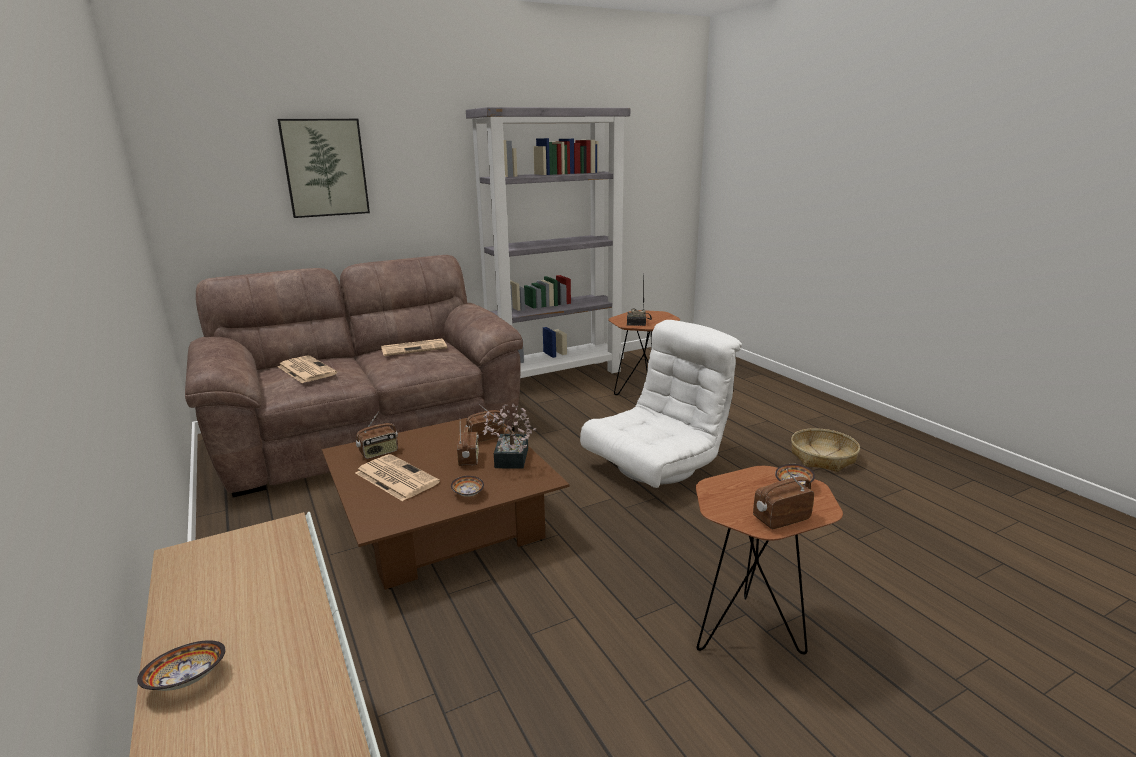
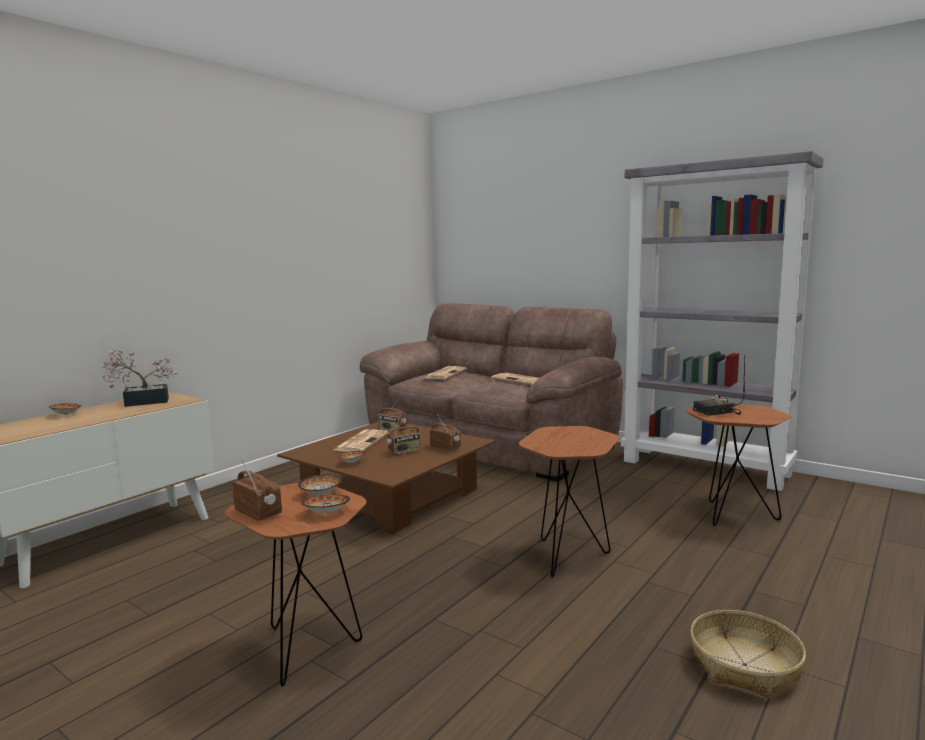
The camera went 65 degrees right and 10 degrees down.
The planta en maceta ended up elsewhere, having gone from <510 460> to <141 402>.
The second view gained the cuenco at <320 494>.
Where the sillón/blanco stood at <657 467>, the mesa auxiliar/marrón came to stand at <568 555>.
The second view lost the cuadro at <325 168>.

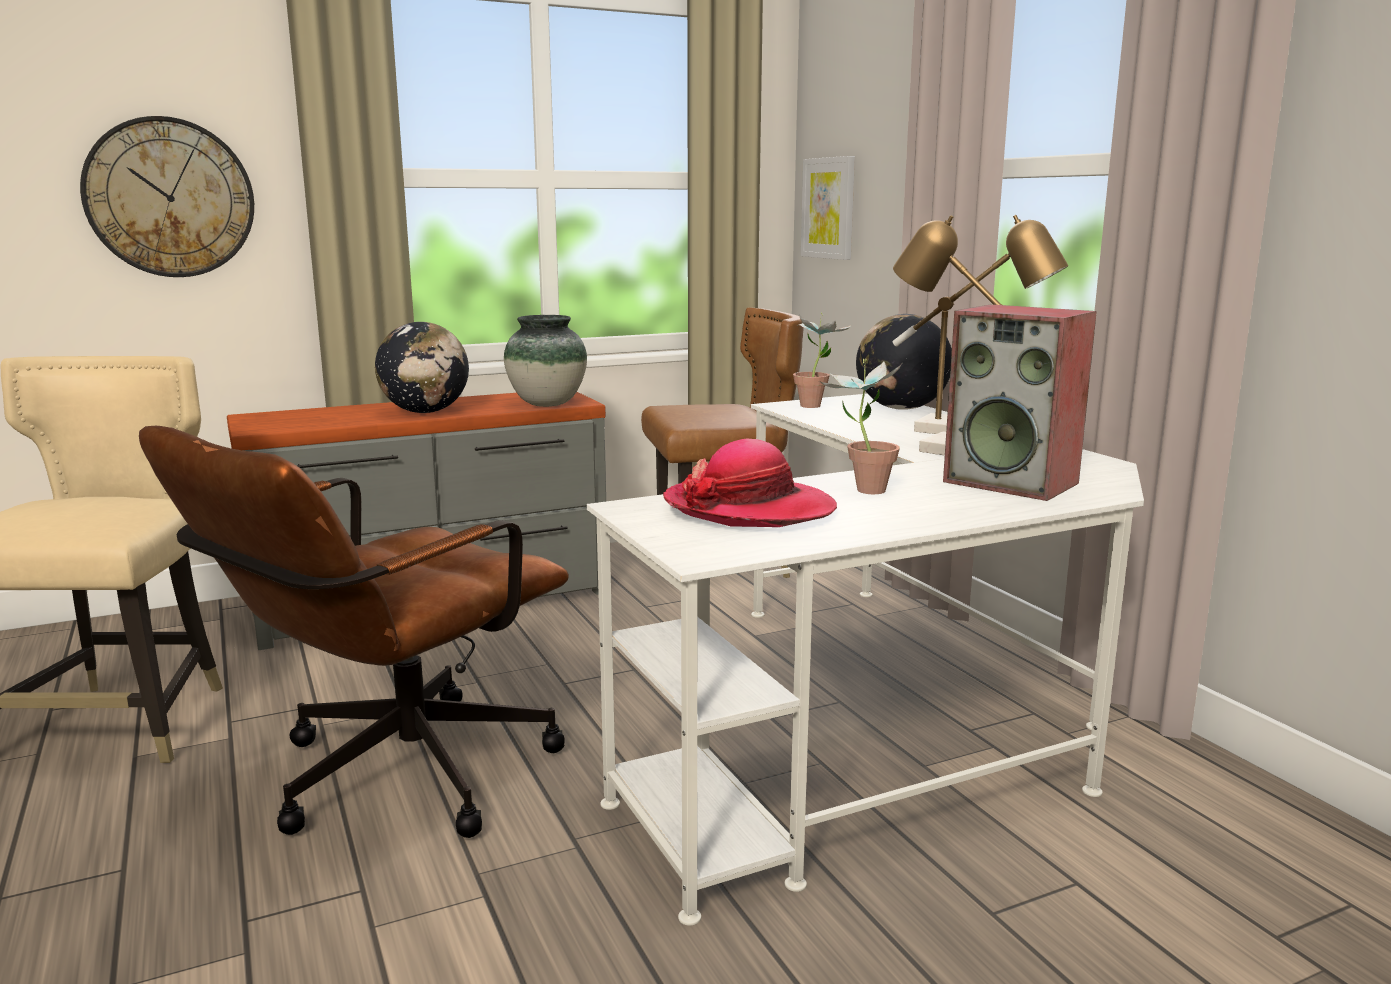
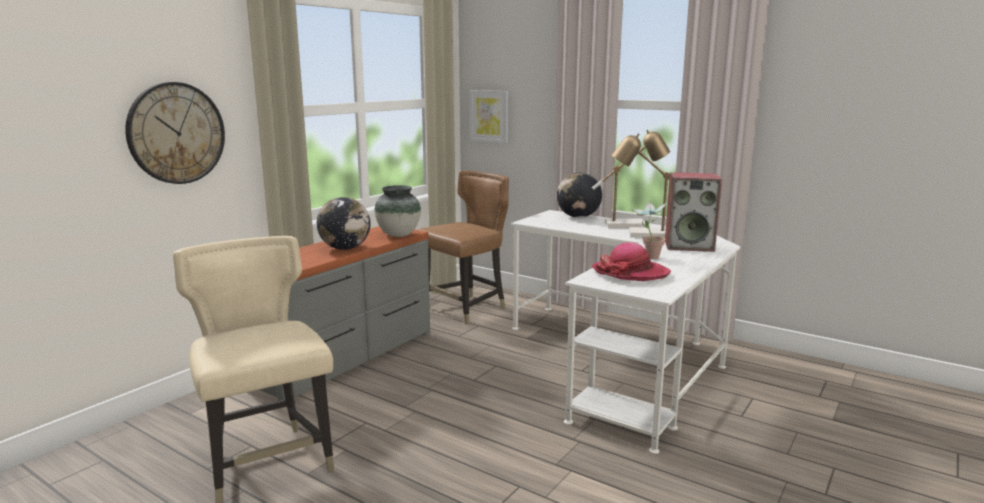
The camera went 30 degrees left and 0 degrees up.
The second view lost the silla de oficina/marrón at <391 780>.
The second view lost the planta en maceta at <817 405>.

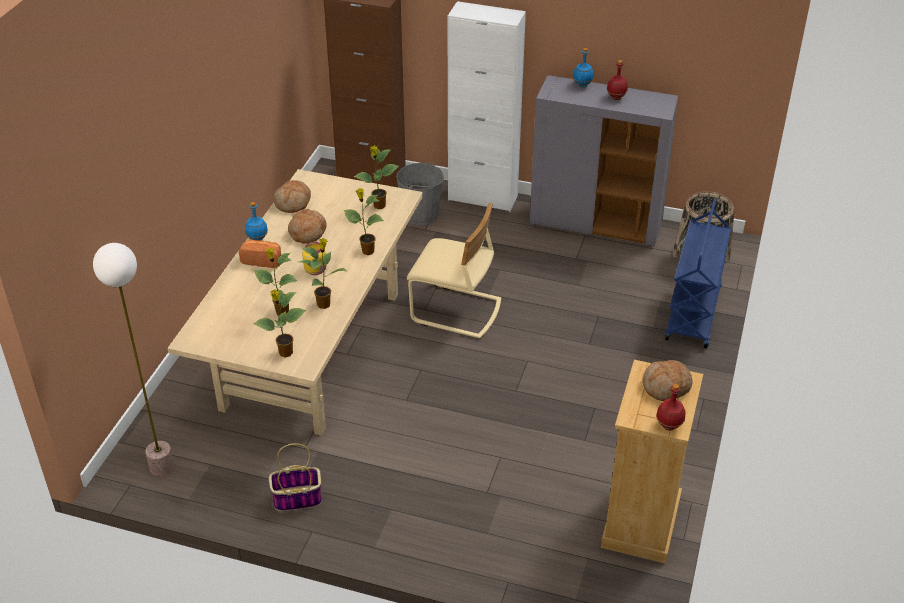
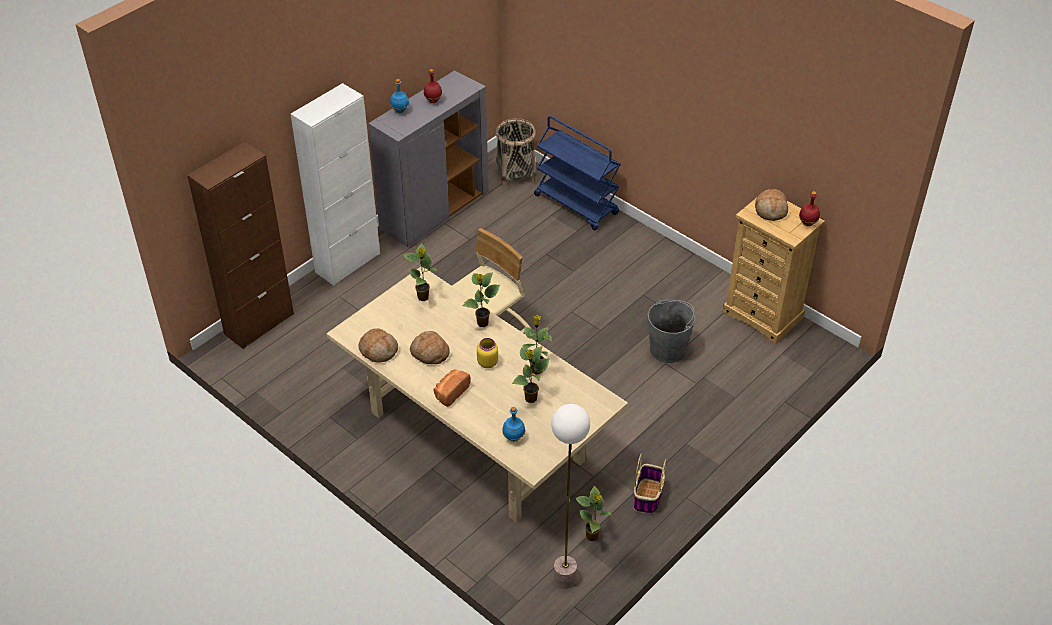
The camera went 65 degrees left and 5 degrees up.
The botella/azul ended up elsewhere, having gone from <257 239> to <513 438>.
The planta en maceta ended up elsewhere, having gone from <285 353> to <592 537>.
The cubo/gris ended up elsewhere, having gone from <421 215> to <668 349>.

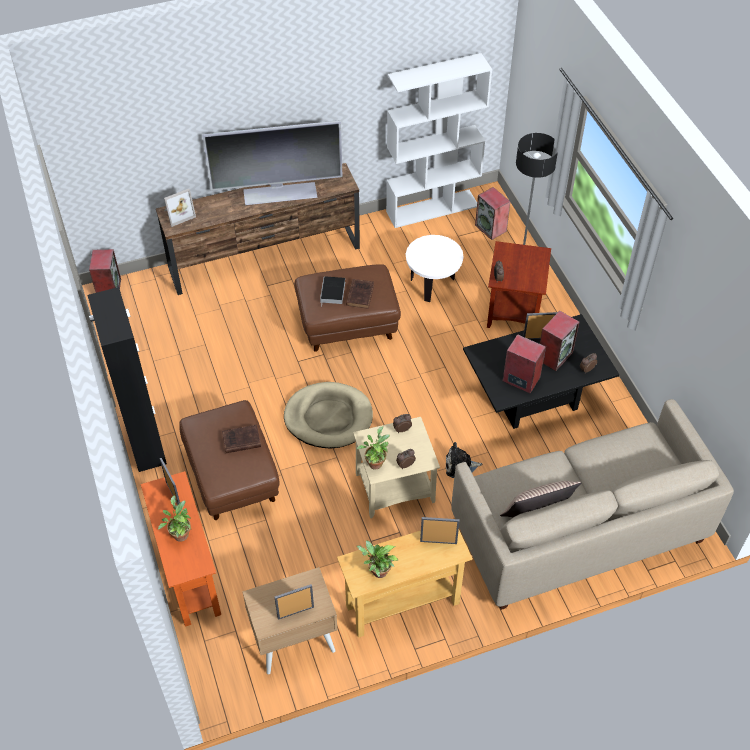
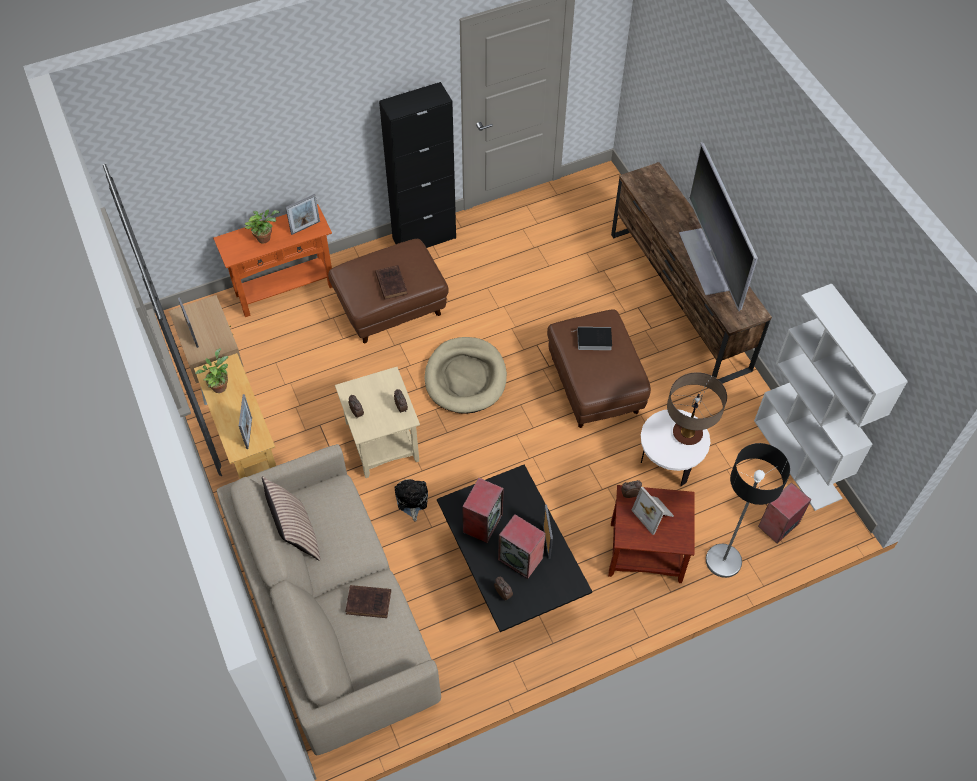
The camera went 85 degrees right and 5 degrees up.
The libro/marrón ended up elsewhere, having gone from <360 294> to <370 602>.
The portarretratos ended up elsewhere, having gone from <178 214> to <654 514>.
The second view gained the lámpara de mesa at <687 433>.
The second view lost the altavoz at <109 288>.
The second view lost the planta en maceta at <375 462>.

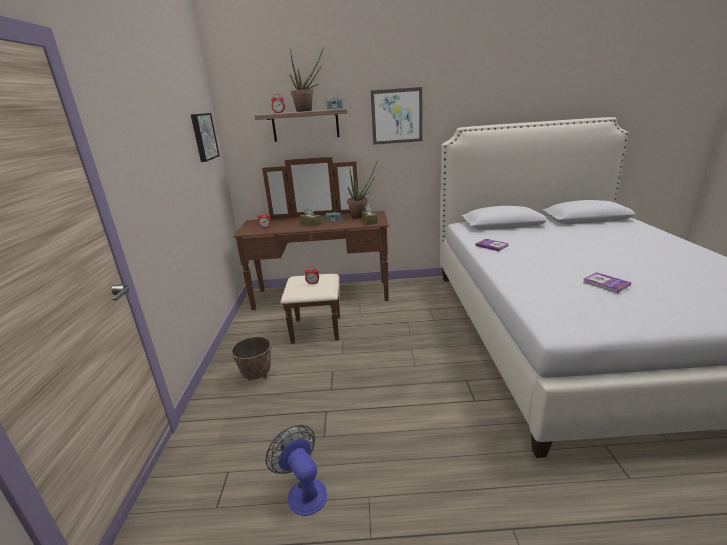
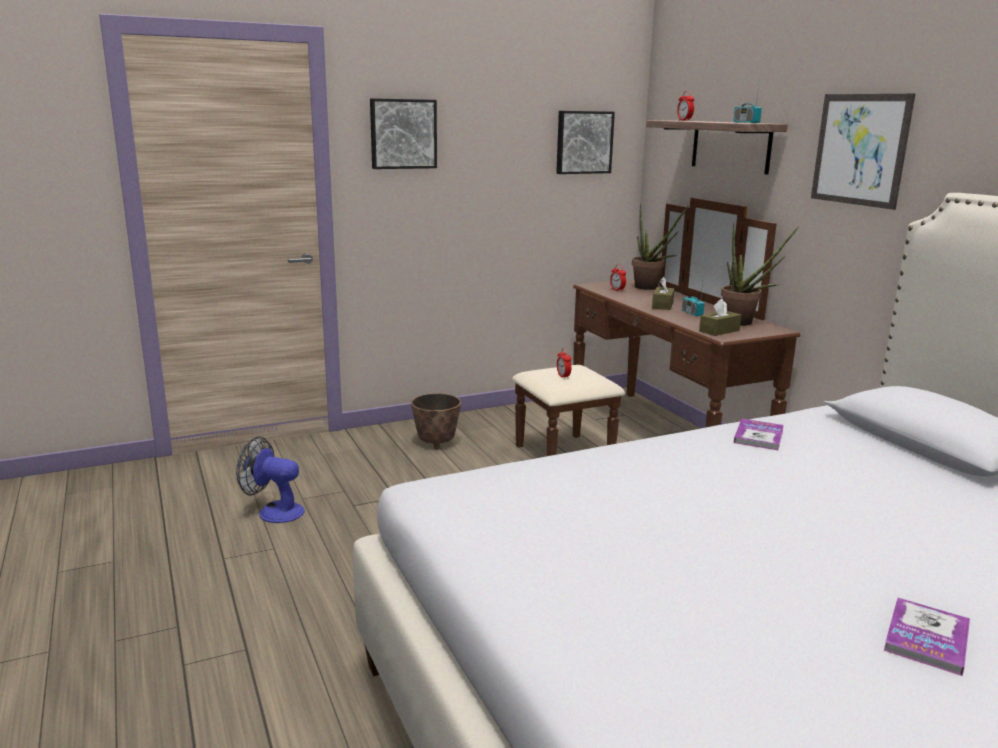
The camera went 65 degrees right and 5 degrees down.
The ventilador at <303 491> ended up facing another way, 105 degrees counterclockwise from before.
The second view gained the cuadro at <403 134>.
The planta en maceta ended up elsewhere, having gone from <307 111> to <650 288>.
The libro ended up elsewhere, having gone from <606 283> to <926 638>.

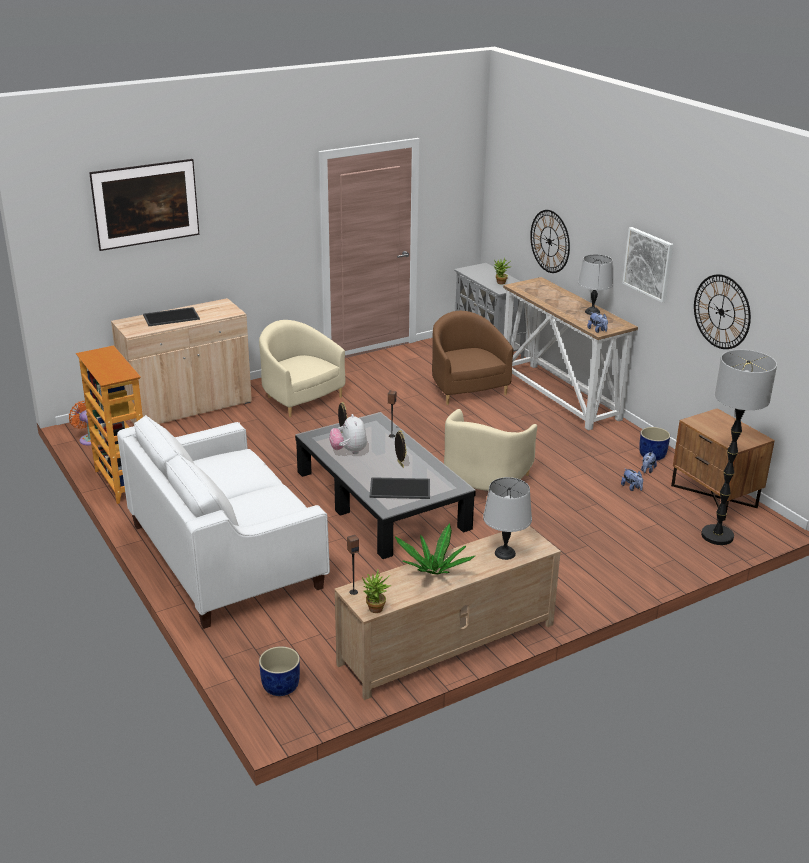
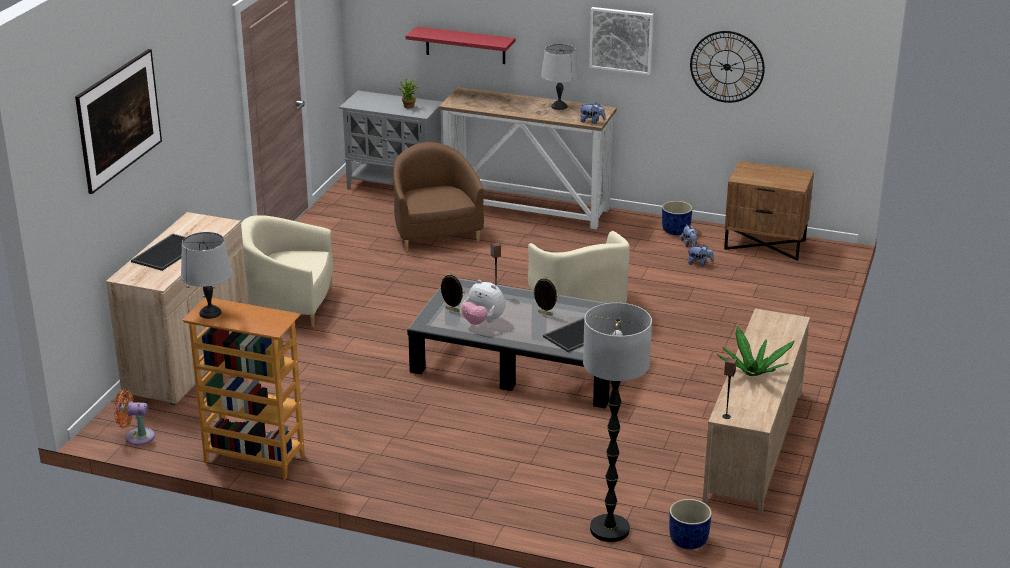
The camera went 40 degrees left and 0 degrees up.
The lámpara de mesa/gris ended up elsewhere, having gone from <504 553> to <209 313>.
The sillón/marrón at <466 388> ended up facing another way, 45 degrees clockwise from before.
Where the reloj de pared hung at <549 241>, the estante/rojo came to hang at <465 45>.
The lámpara de pie ended up elsewhere, having gone from <717 536> to <609 529>.
The second view lost the sofá/blanco at <225 556>.
The second view lost the planta en maceta at <375 610>.

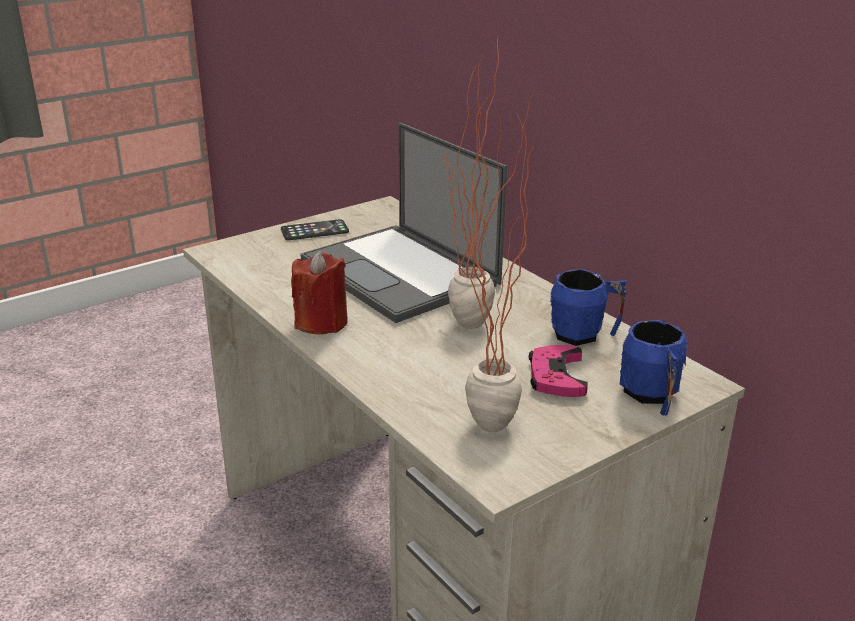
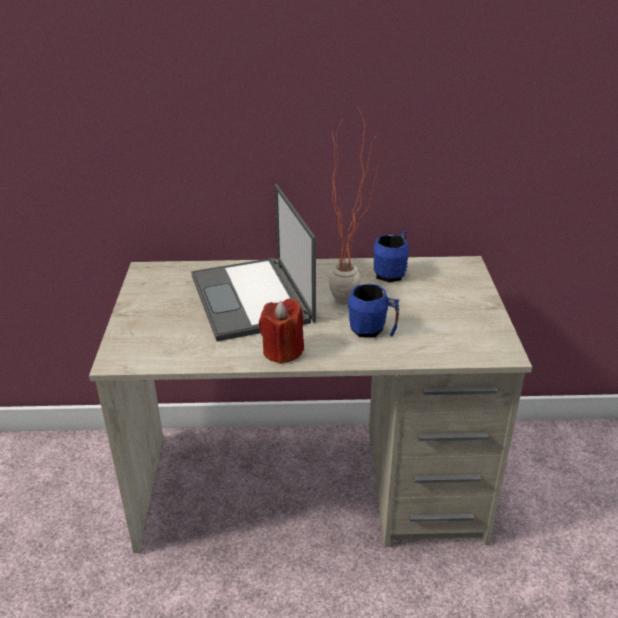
The camera went 55 degrees left and 5 degrees up.
The portátil at <401 273> ended up facing another way, 75 degrees clockwise from before.
The taza grande/azul ended up elsewhere, having gone from <651 396> to <372 330>.
The second view lost the móvil at <314 231>.
The second view lost the planta en maceta at <474 427>.
The second view lost the mando de consola/rosa at <556 377>.

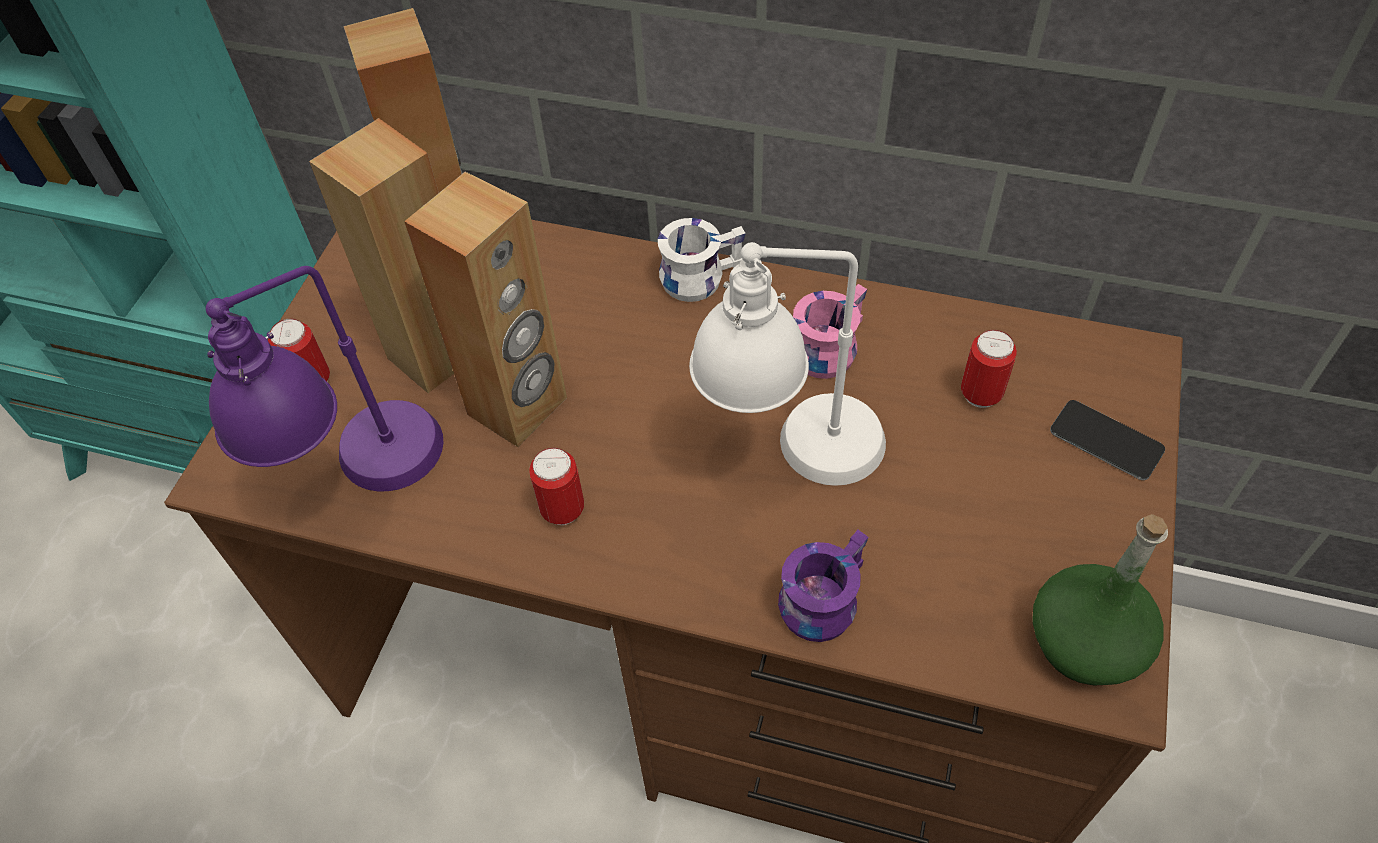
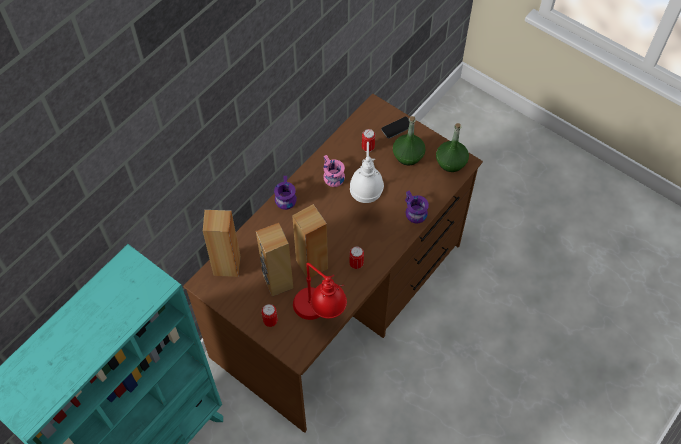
The camera went 70 degrees left and 5 degrees up.
What was the taza grande/blanco at <698 273> turned into the taza grande/morado at <284 198>.
What was the lámpara de mesa/morado at <363 483> turned into the lámpara de mesa/rojo at <320 314>.
The second view gained the botella/verde at <408 155>.

